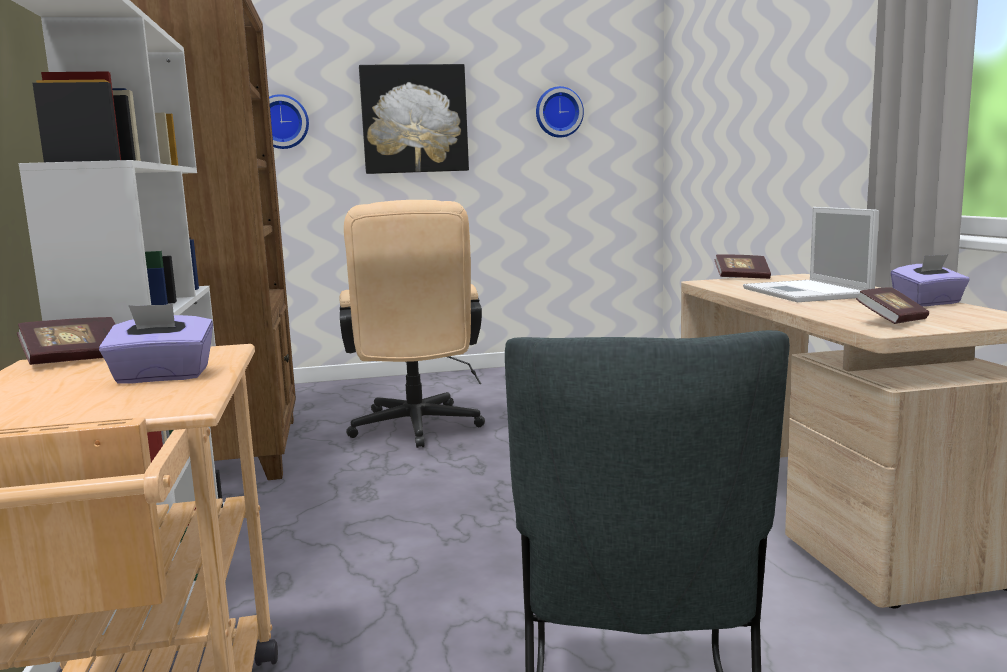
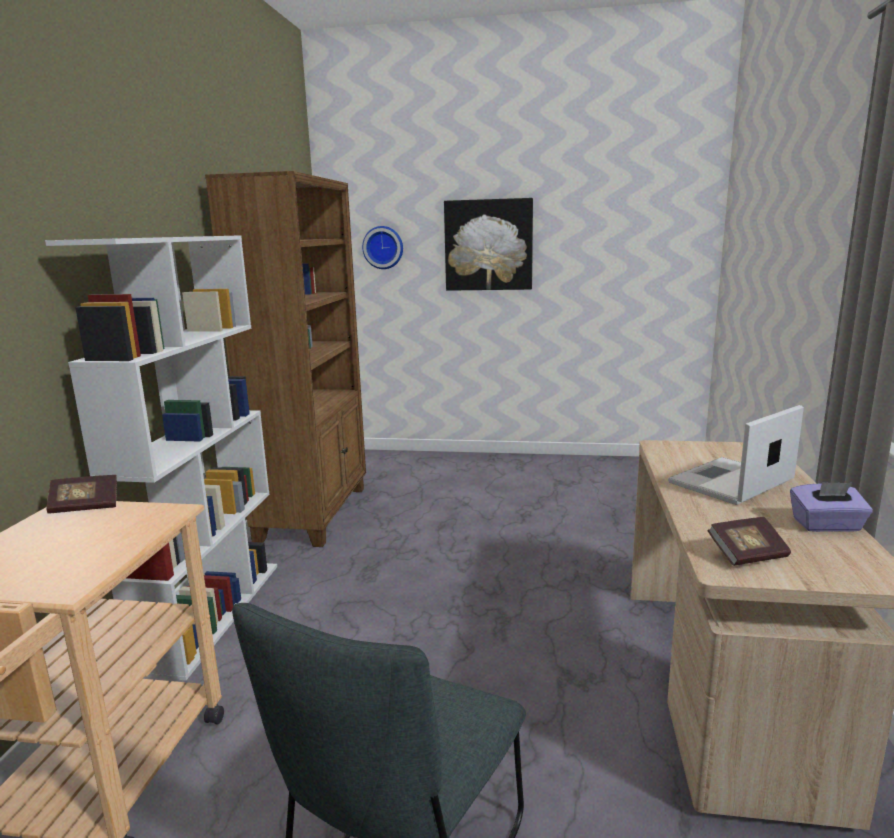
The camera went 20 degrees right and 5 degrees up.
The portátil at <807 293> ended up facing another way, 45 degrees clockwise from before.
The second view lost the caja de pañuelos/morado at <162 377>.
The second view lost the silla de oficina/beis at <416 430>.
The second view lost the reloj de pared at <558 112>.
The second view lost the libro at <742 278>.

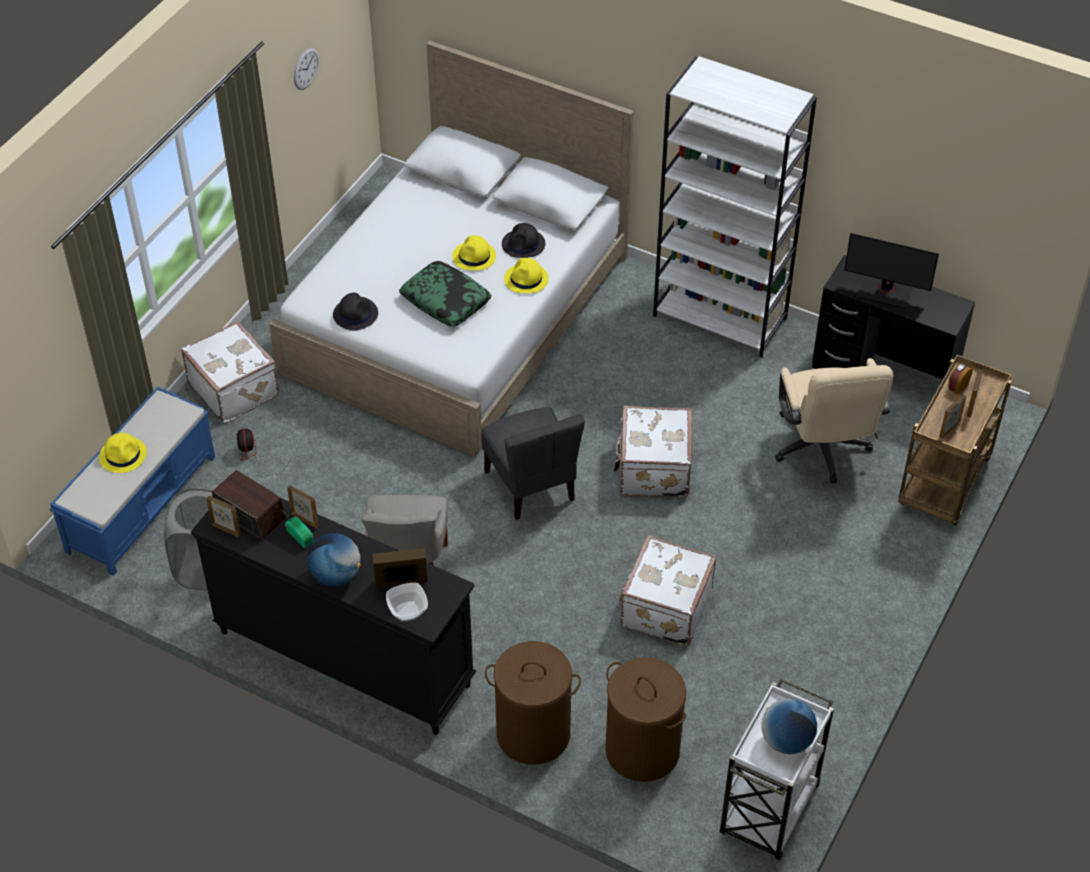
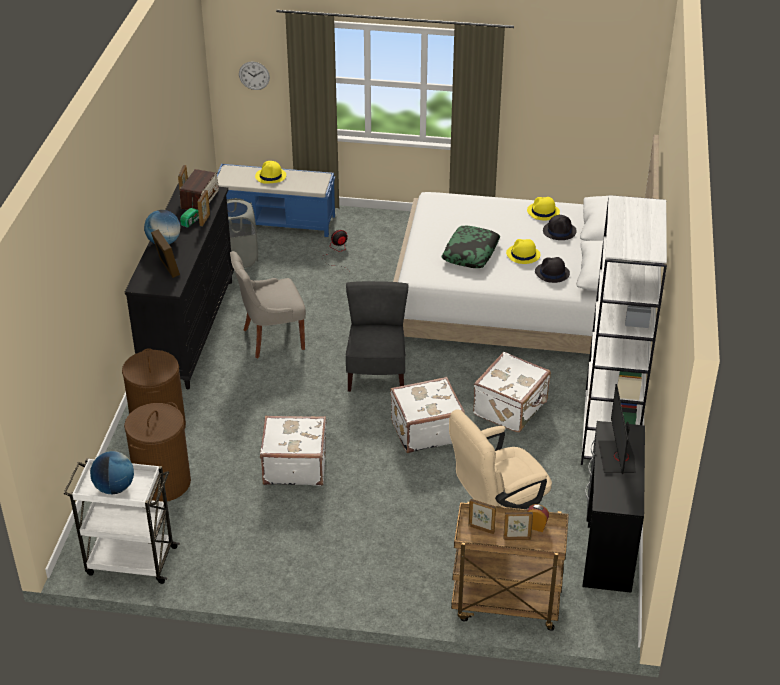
The camera went 70 degrees right and 10 degrees down.
The reloj de pared ended up elsewhere, having gone from <305 68> to <254 75>.
The silla/gris at <531 485> ended up facing another way, 135 degrees clockwise from before.
The maleta/blanco ended up elsewhere, having gone from <235 388> to <511 408>.
The sombrero/amarillo ended up elsewhere, having gone from <526 279> to <543 212>.
The sombrero/negro ended up elsewhere, having gone from <355 314> to <559 231>.
The second view lost the cuenco at <408 611>.

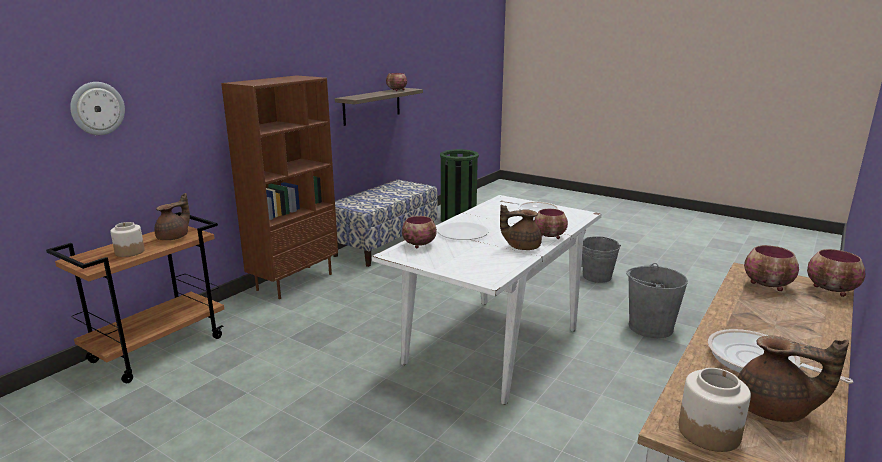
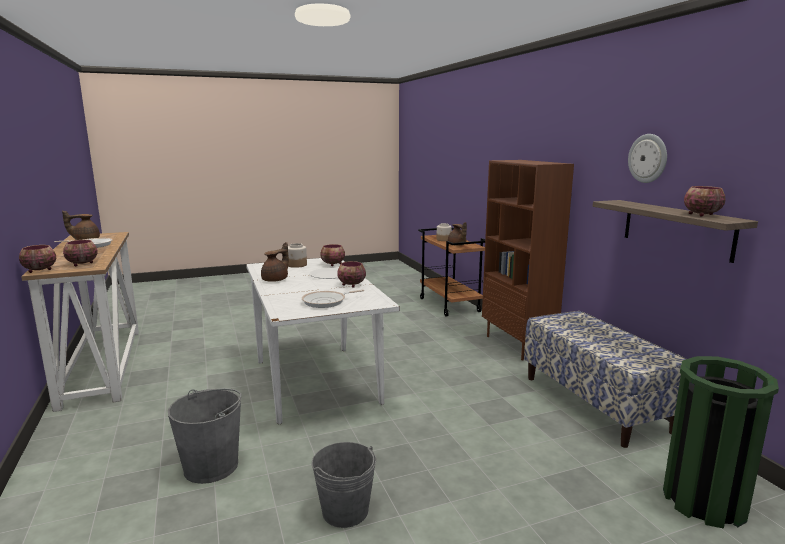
The camera went 125 degrees right and 5 degrees down.
The tarro ended up elsewhere, having gone from <709 432> to <297 265>.
The cuenco ended up elsewhere, having gone from <550 236> to <351 285>.
The reloj de pared ended up elsewhere, having gone from <97 108> to <648 158>.

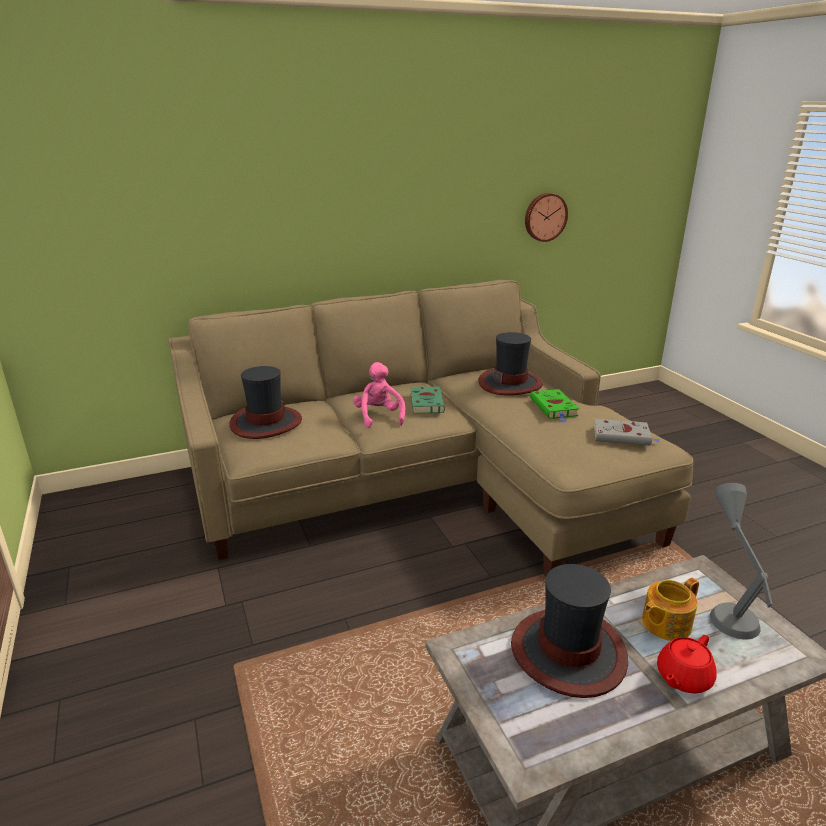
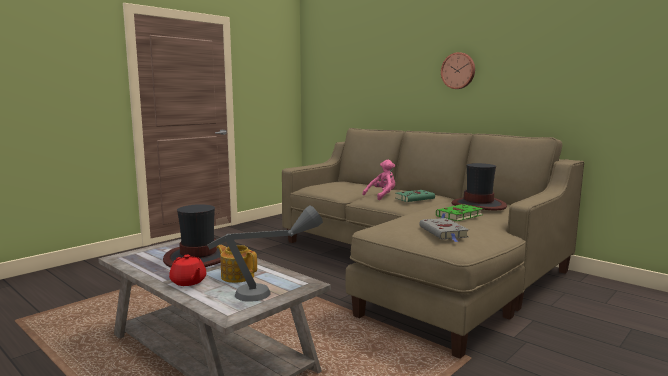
The camera went 65 degrees right and 15 degrees down.
The tetera/rojo at <682 678> ended up facing another way, 150 degrees counterclockwise from before.
The reloj de pared ended up elsewhere, having gone from <545 217> to <458 71>.
The second view lost the sombrero at <266 423>.

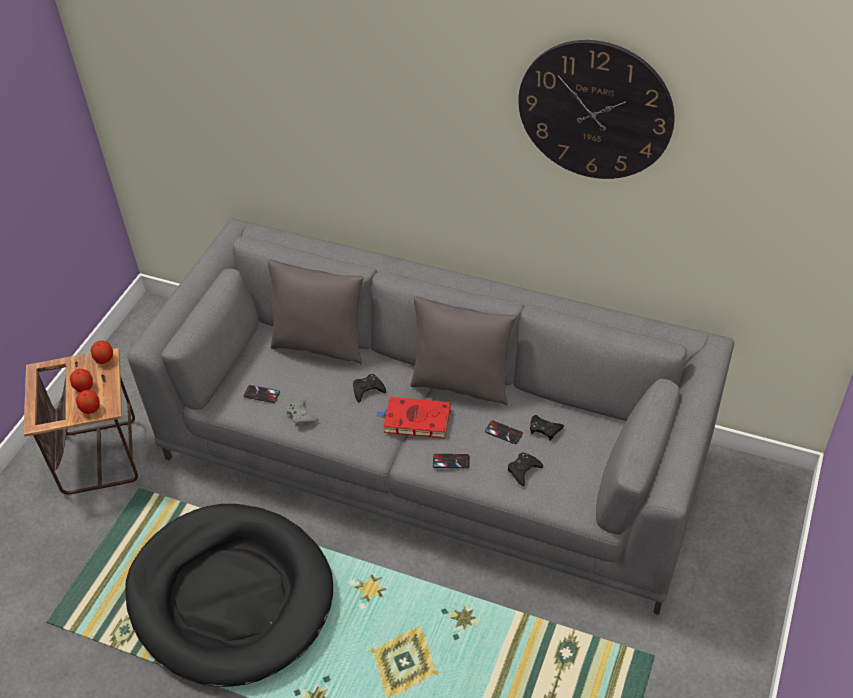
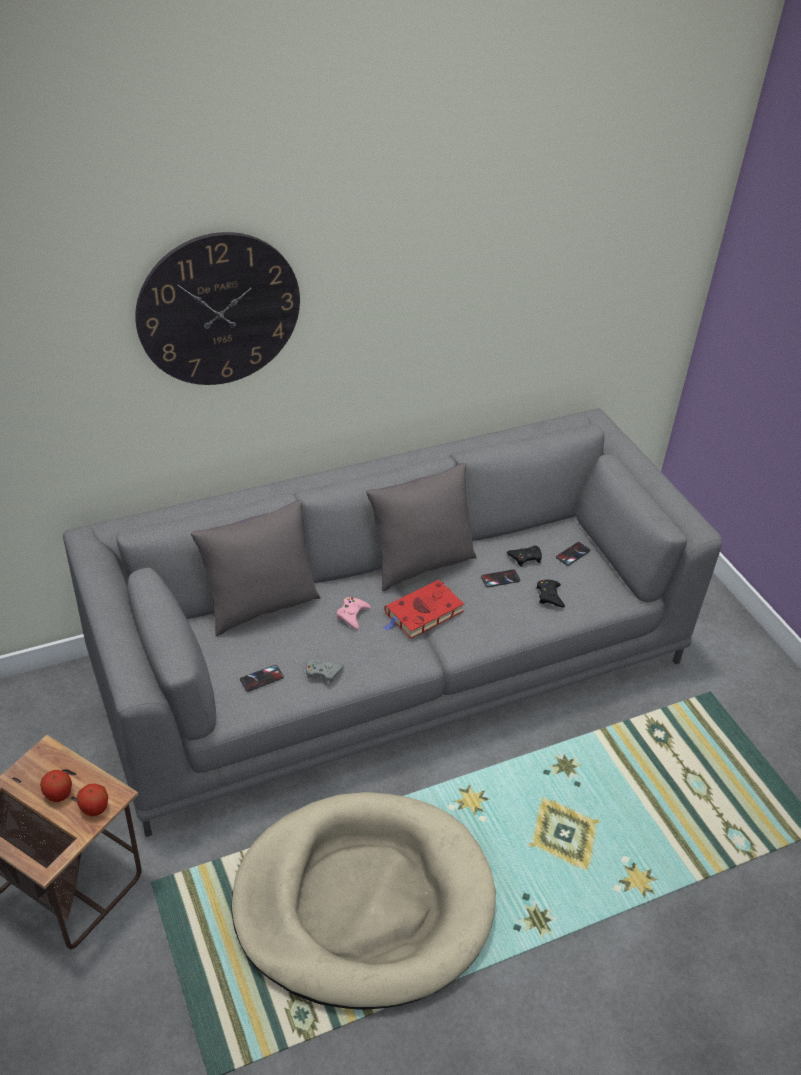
The camera went 50 degrees left and 5 degrees down.
The reloj de pared ended up elsewhere, having gone from <595 111> to <219 310>.
What was the cama para perro/negro at <231 596> turned into the cama para perro/beis at <363 902>.
What was the mando de consola/negro at <368 390> turned into the mando de consola/rosa at <352 615>.
The móvil ended up elsewhere, having gone from <451 461> to <573 554>.
The second view lost the manzana at <104 359>.

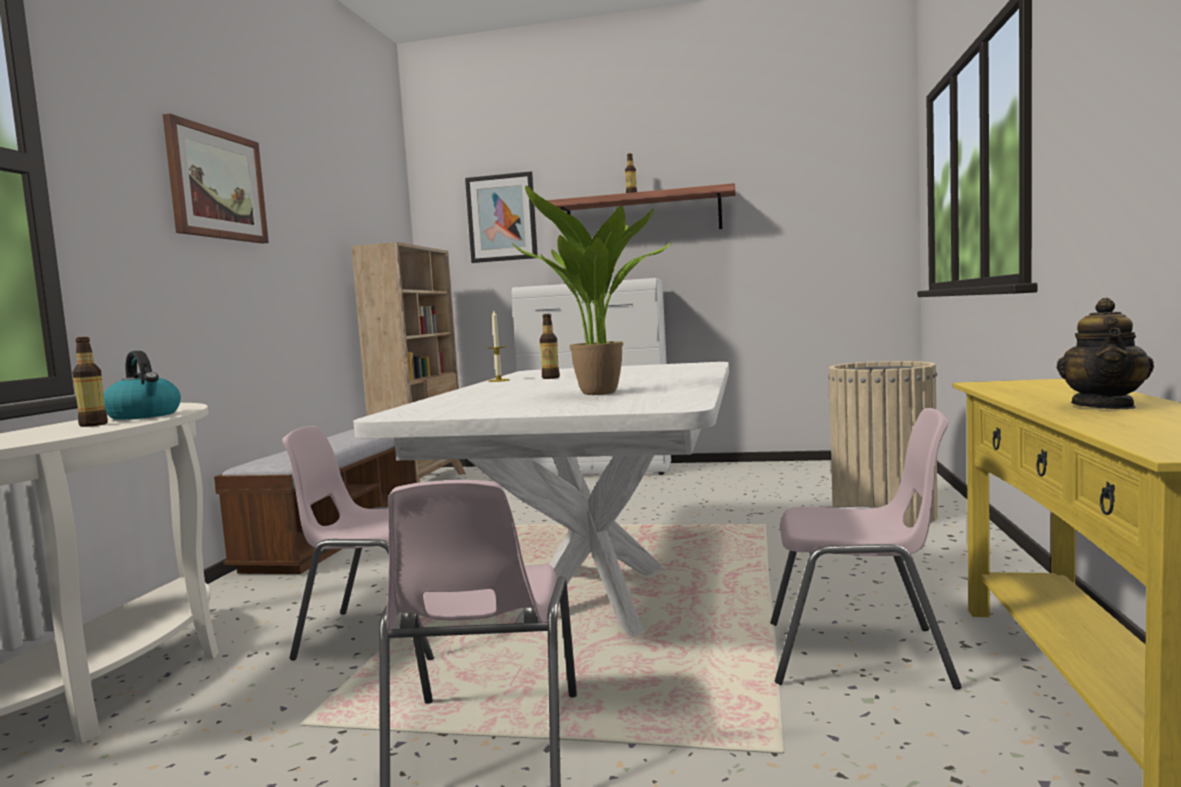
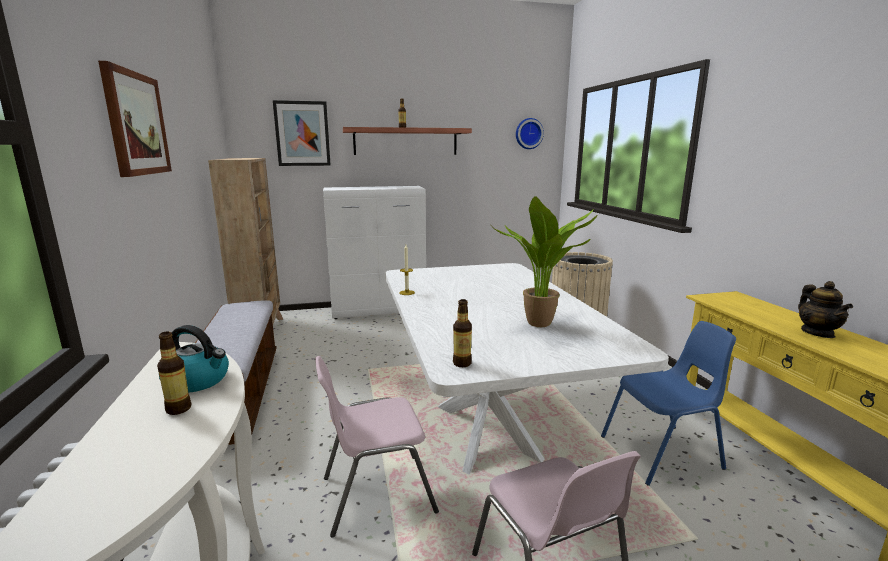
The camera went 25 degrees left and 10 degrees up.
The botella ended up elsewhere, having gone from <550 378> to <462 363>.
The second view gained the reloj de pared at <528 133>.
What was the silla/rosa at <860 655> turned into the silla/azul at <662 453>.

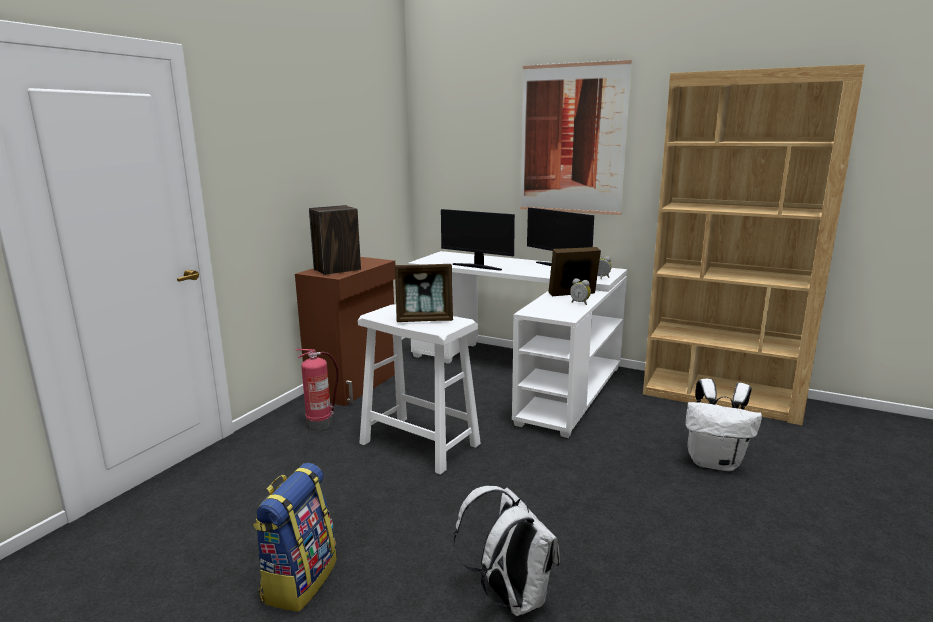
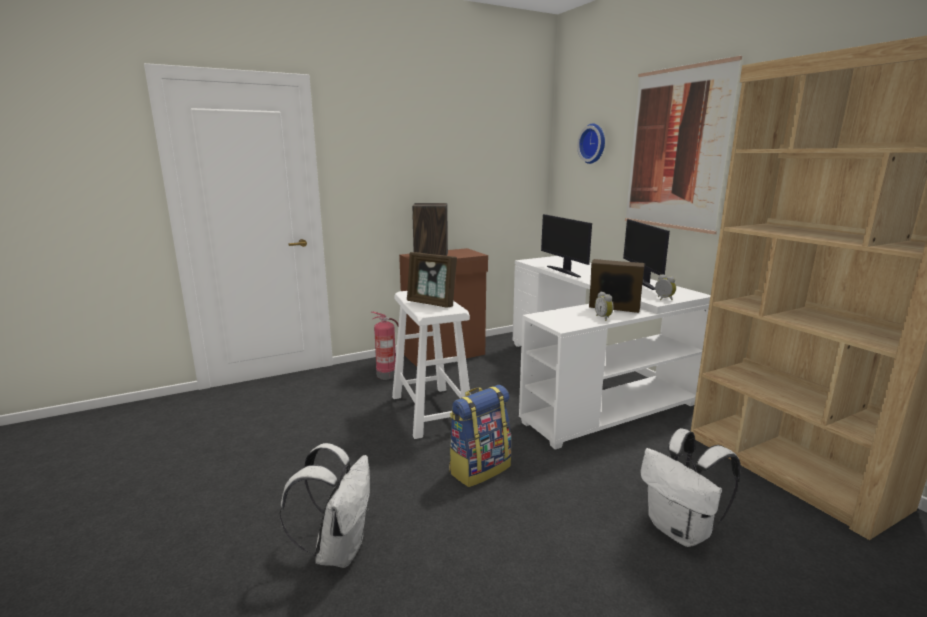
The camera went 35 degrees right and 0 degrees up.
The mochila ended up elsewhere, having gone from <299 580> to <479 468>.
The second view gained the reloj de pared at <593 143>.

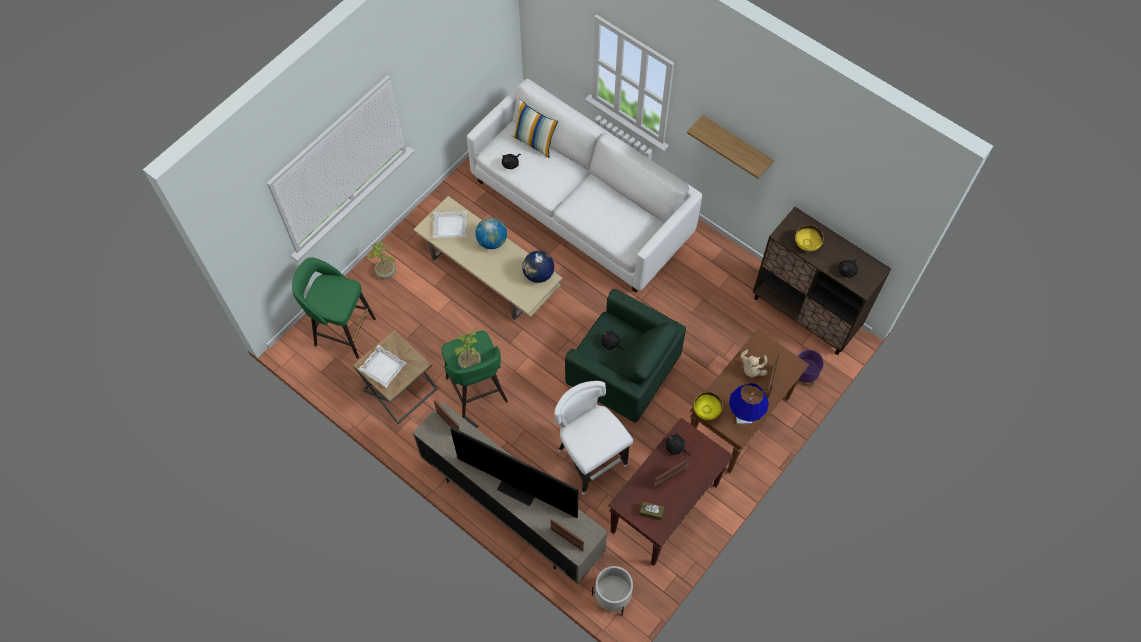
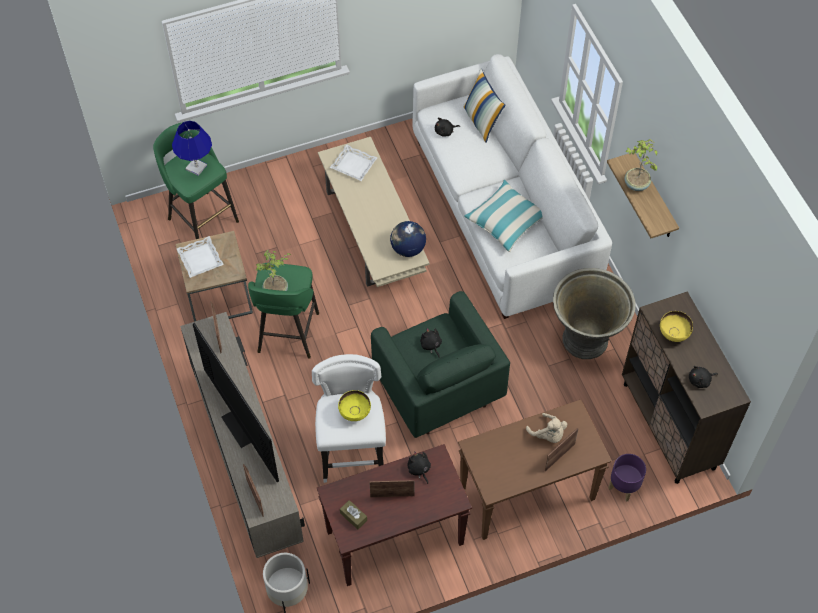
The camera went 30 degrees right and 5 degrees down.
The lámpara de mesa/azul ended up elsewhere, having gone from <743 417> to <196 167>.
The cuenco/amarillo ended up elsewhere, having gone from <706 411> to <354 413>.
The second view gained the cojín at <506 221>.
The peluche/beis at <752 369> ended up facing another way, 90 degrees counterclockwise from before.
The second view gained the maceta/gris at <586 339>.
The planta en maceta ended up elsewhere, having gone from <385 272> to <636 185>.
The second view lost the globo terráqueo at <492 241>.

